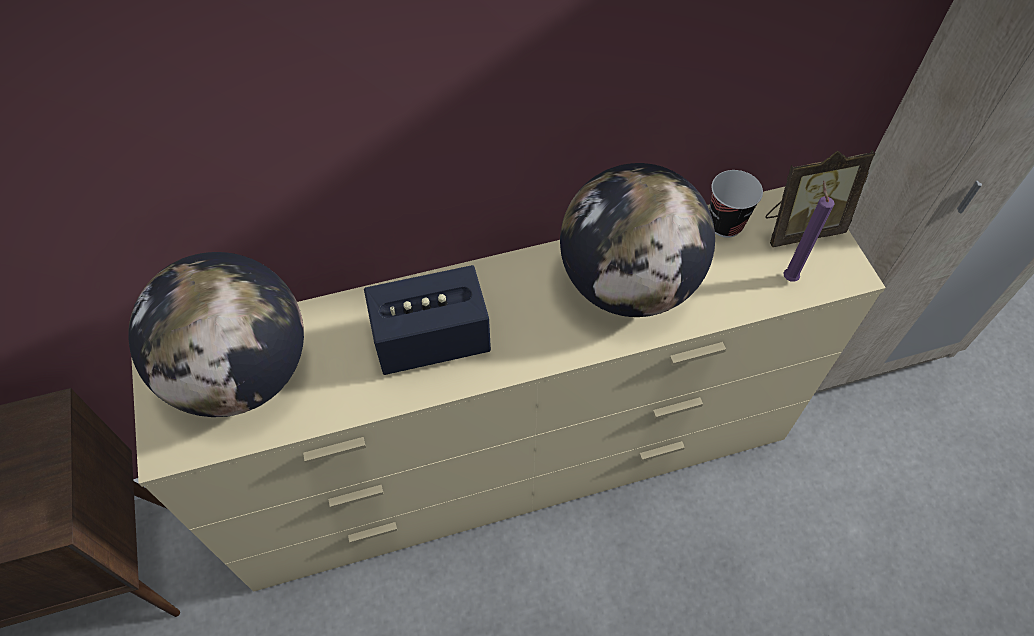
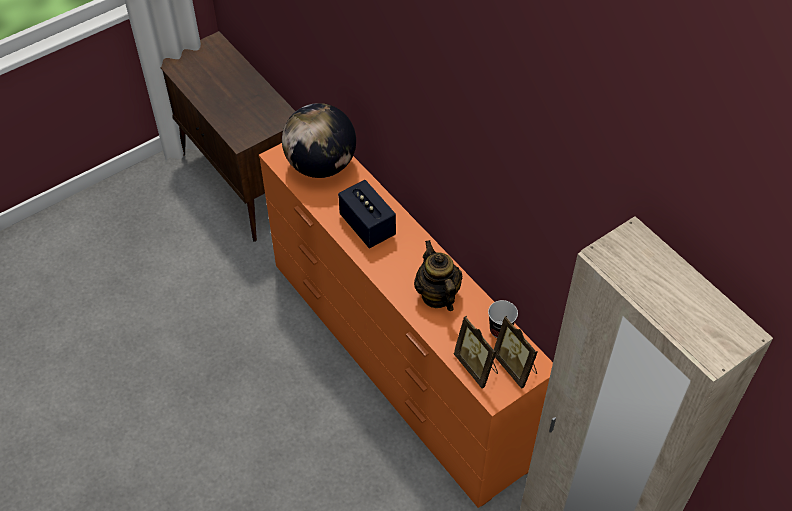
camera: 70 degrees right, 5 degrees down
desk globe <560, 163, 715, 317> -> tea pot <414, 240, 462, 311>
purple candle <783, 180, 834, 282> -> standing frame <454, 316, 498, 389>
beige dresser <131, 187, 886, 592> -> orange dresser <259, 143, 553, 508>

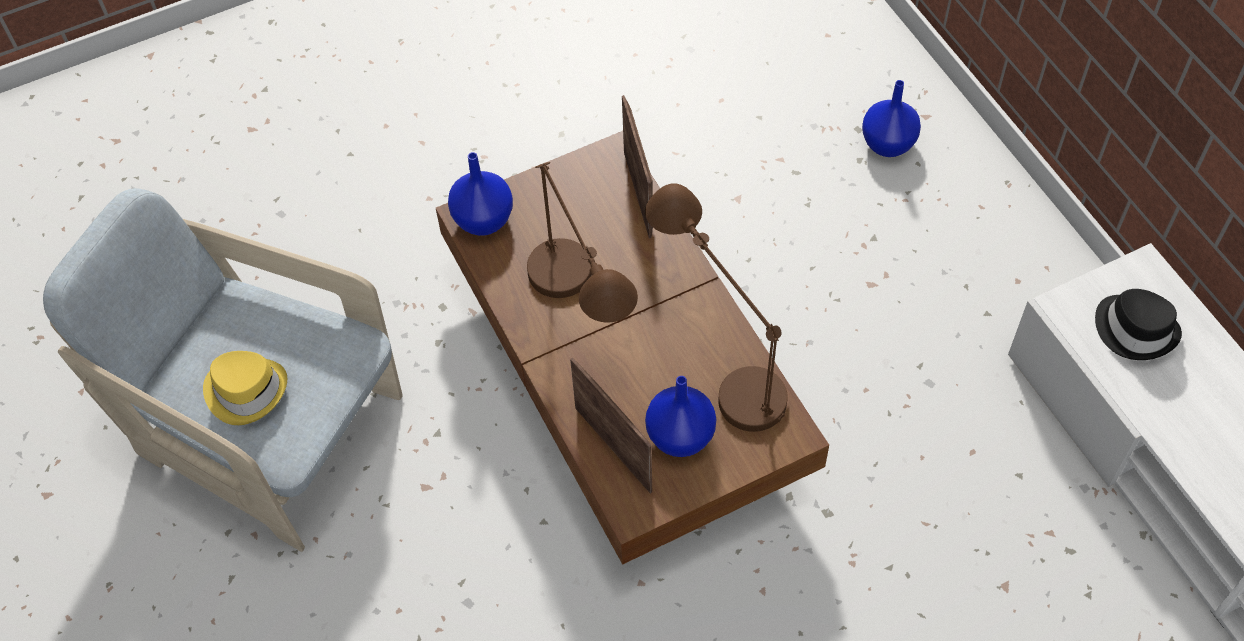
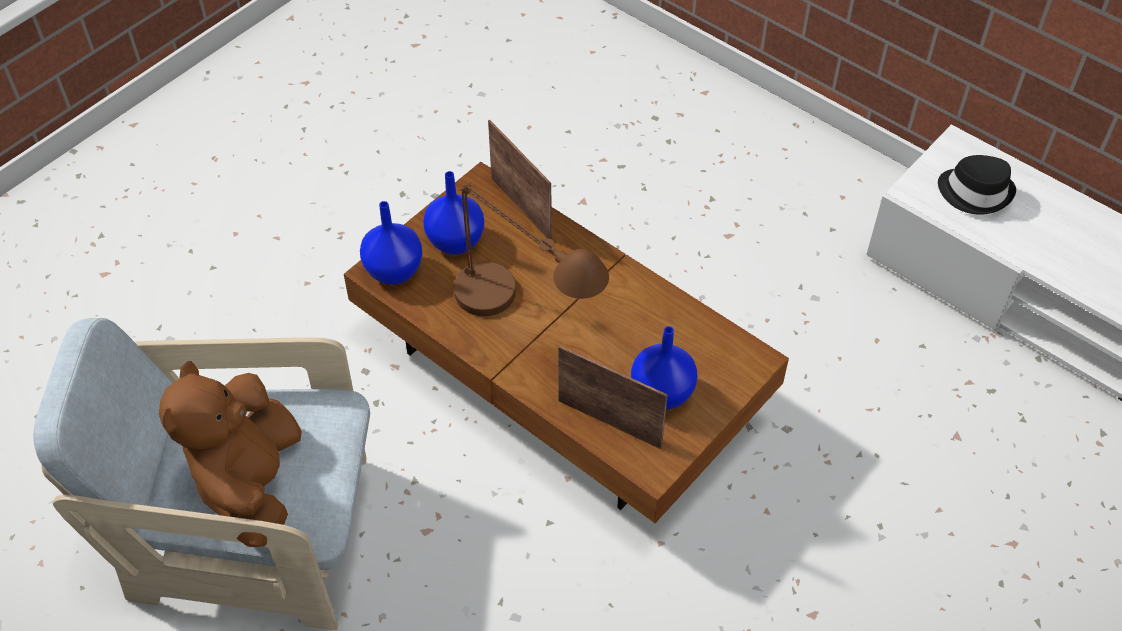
camera: 25 degrees left, 5 degrees down
blue-coloured vase <862, 80, 921, 157> -> blue-coloured vase <423, 171, 485, 255>, relocated
brownish table lamp <645, 183, 788, 432> -> none
yellowish clothing hat <203, 351, 287, 425> -> brownish soft toy <159, 361, 302, 547>

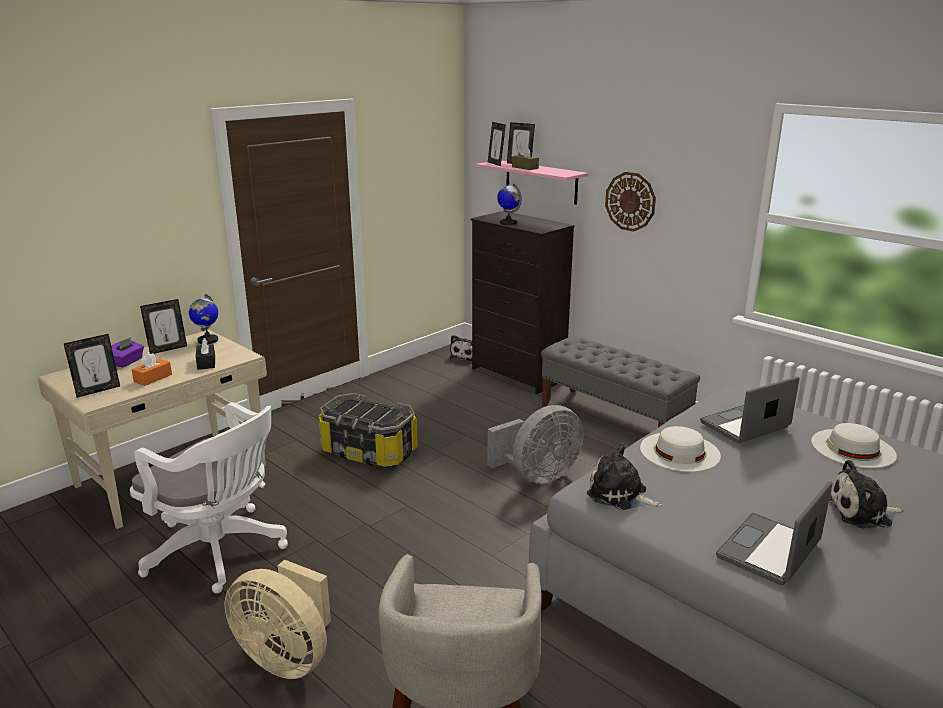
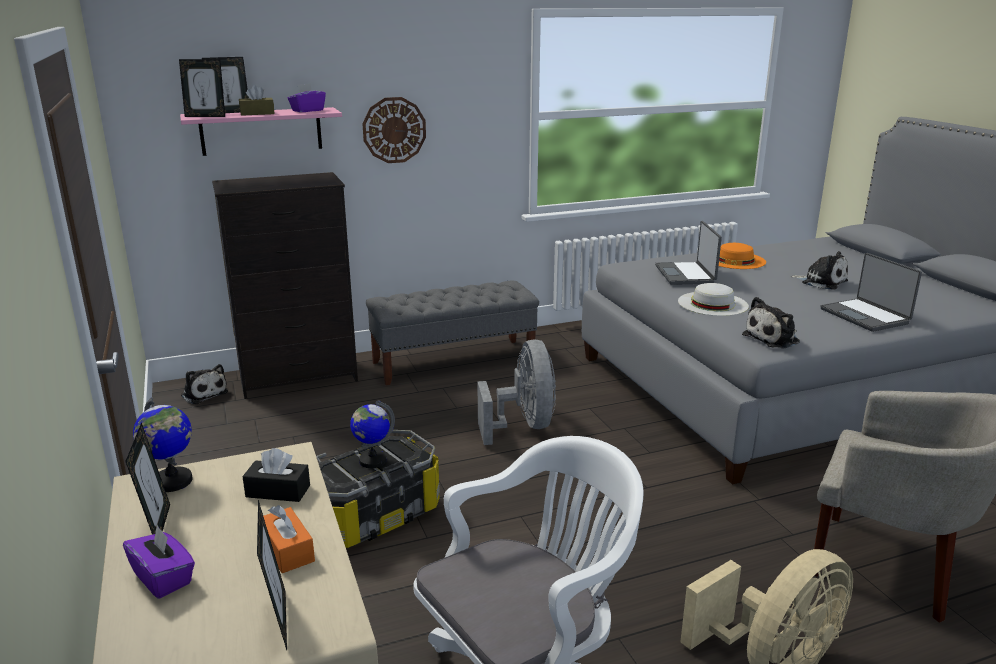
camera: 65 degrees left, 0 degrees up
desk globe <497, 183, 522, 225> -> desk globe <350, 401, 395, 468>, relocated
white clothing hat <811, 423, 897, 468> -> orange clothing hat <719, 243, 766, 269>
soft toy <829, 460, 904, 528> -> soft toy <790, 251, 848, 290>, 75 degrees counterclockwise
none -> purple tissue holder <288, 83, 326, 112>

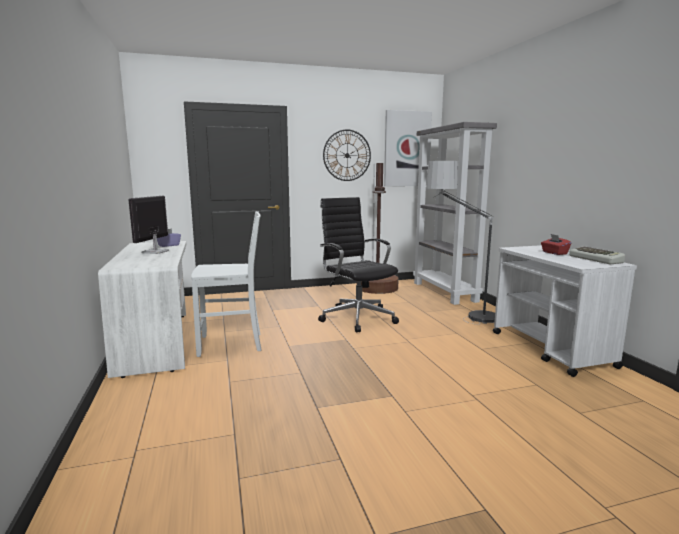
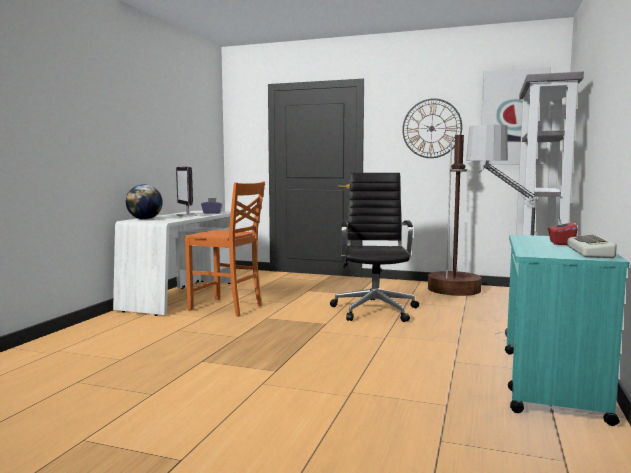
camera: 35 degrees right, 5 degrees down
monitor <128, 196, 169, 254> -> monitor <176, 167, 197, 217>, 75 degrees counterclockwise
white chair <191, 211, 261, 357> -> orange chair <185, 181, 265, 317>
white wheeled cart <493, 245, 637, 377> -> blue-green wheeled cart <505, 235, 629, 426>
none -> desk globe <126, 184, 163, 220>

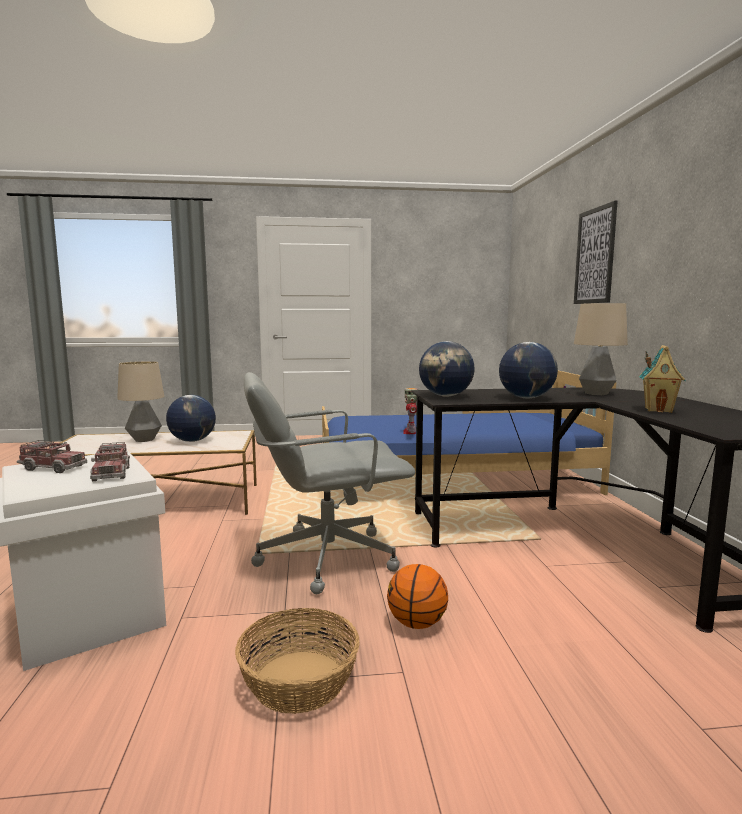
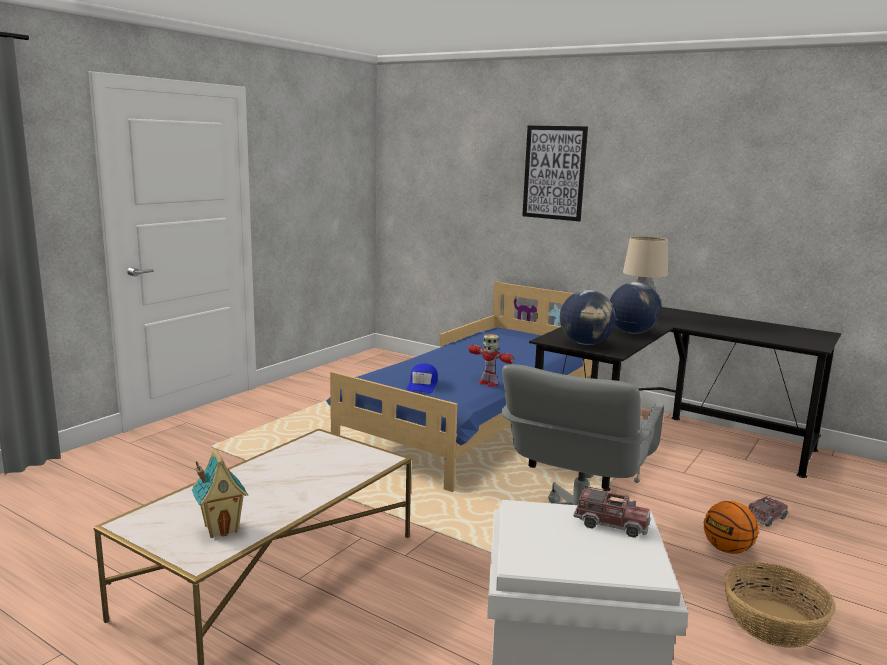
camera: 50 degrees left, 5 degrees up
model house <639, 345, 686, 413> -> model house <192, 449, 248, 538>, relocated
table lamp <117, 361, 164, 442> -> none
desk globe <166, 395, 216, 442> -> none
toy lorry <17, 440, 87, 473> -> toy lorry <748, 496, 789, 527>, relocated
none -> blue-coloured baseball cap <407, 364, 438, 393>

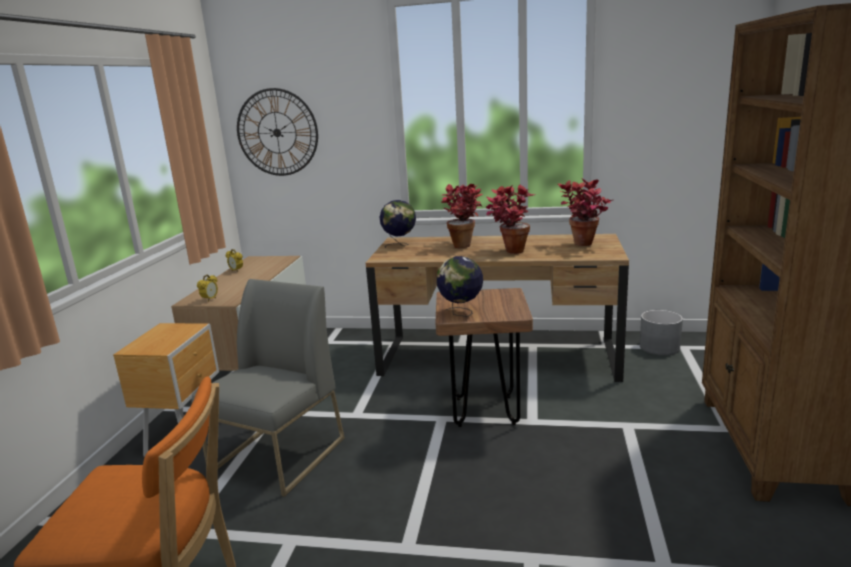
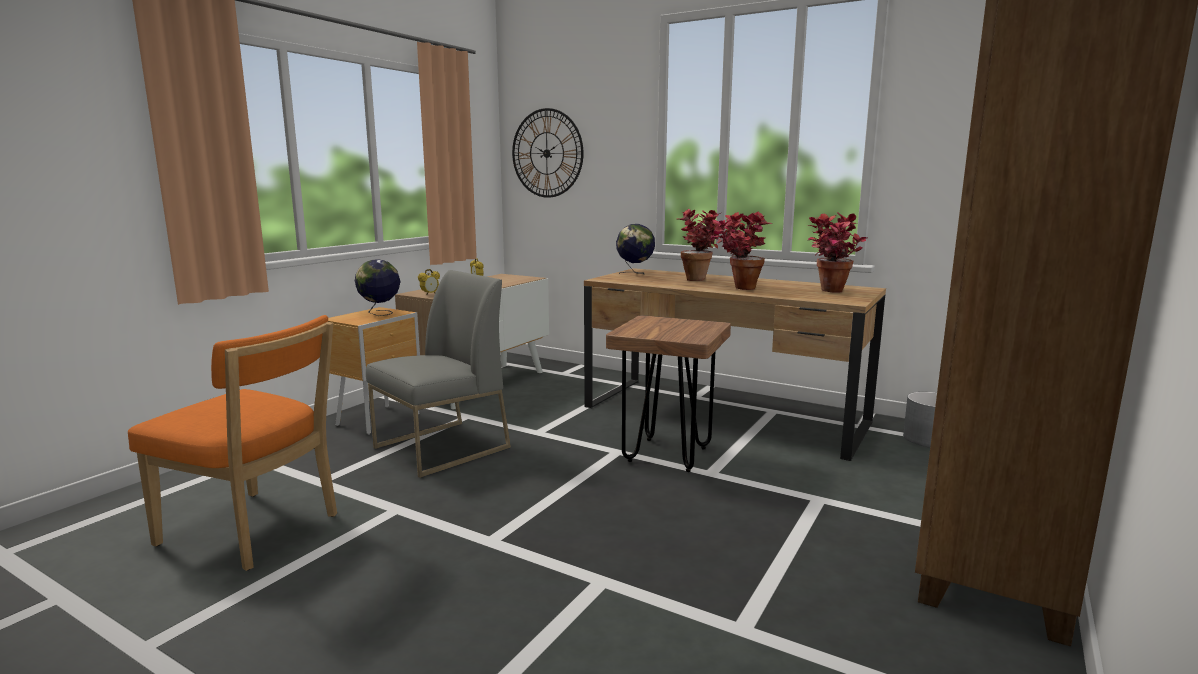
camera: 20 degrees right, 5 degrees down
desk globe <436, 256, 483, 317> -> desk globe <355, 259, 401, 316>, relocated

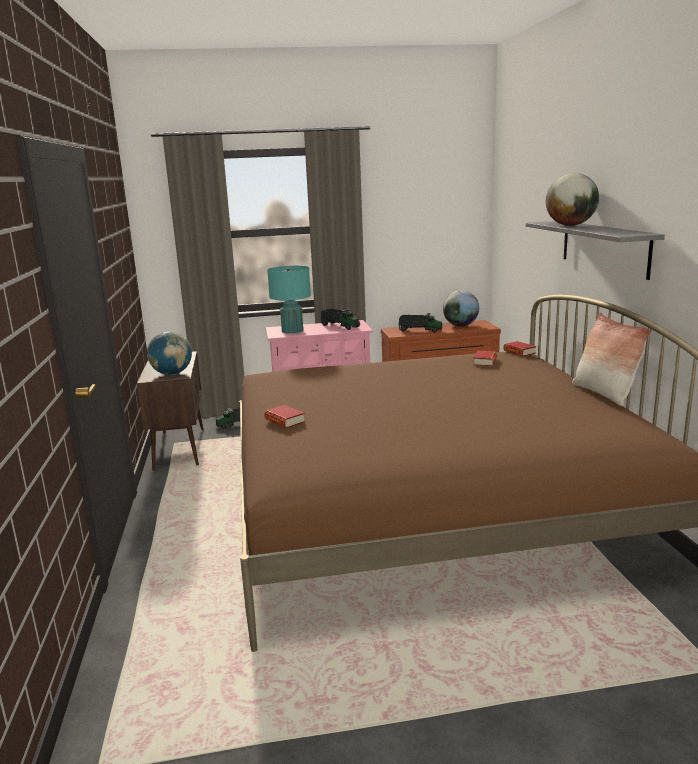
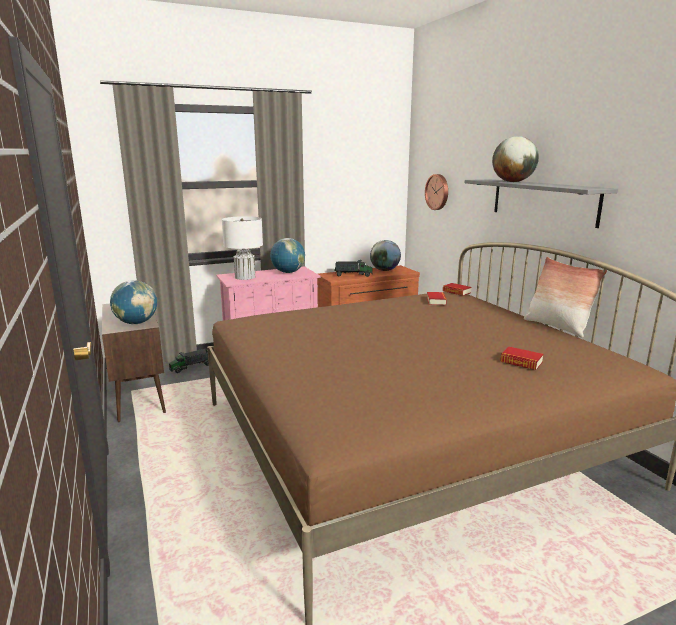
camera: 15 degrees left, 0 degrees up
blue-green table lamp <267, 266, 311, 333> -> white table lamp <222, 216, 263, 280>
toy lorry <320, 308, 360, 330> -> desk globe <270, 238, 305, 273>
volume <264, 405, 305, 428> -> volume <500, 347, 543, 370>, relocated
none -> clock on the wall <425, 174, 448, 210>

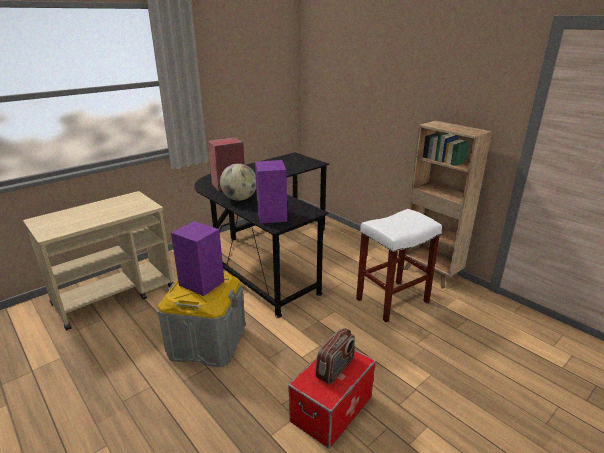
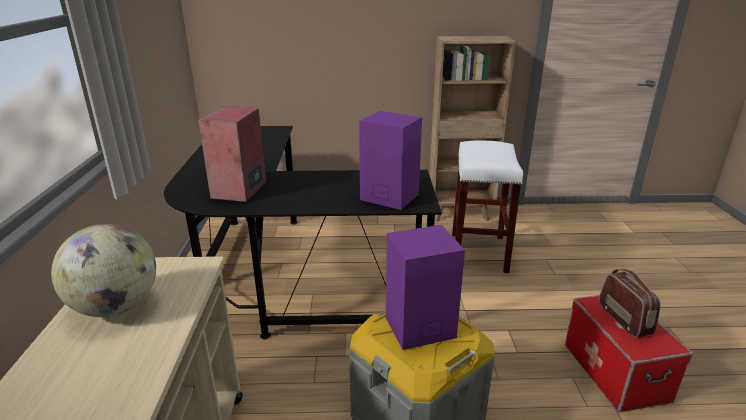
camera: 50 degrees left, 0 degrees up
desk globe <220, 163, 256, 201> -> desk globe <51, 224, 156, 317>, relocated

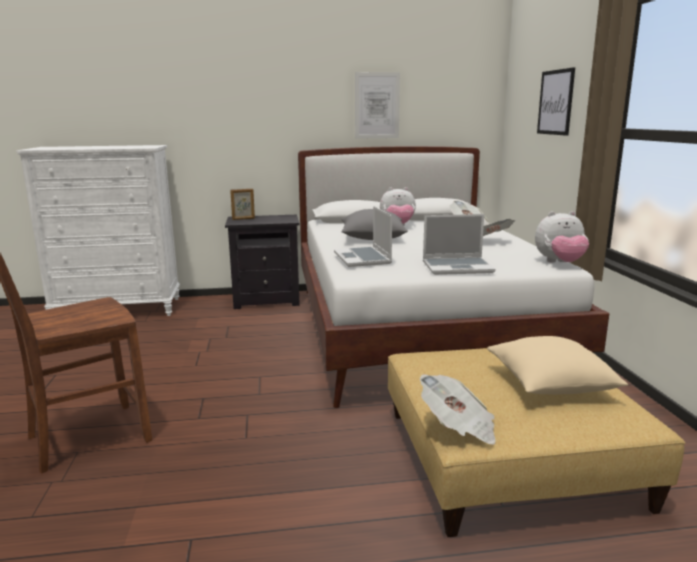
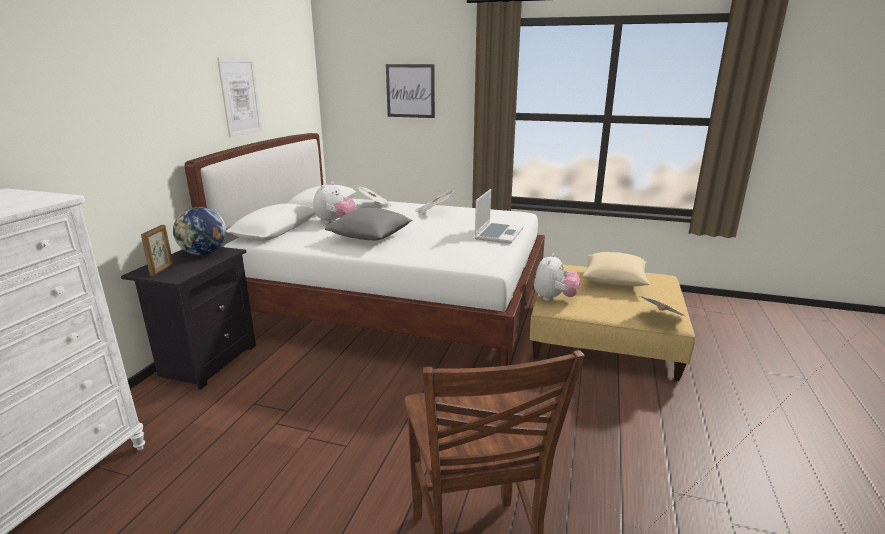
camera: 65 degrees left, 5 degrees up
laptop <334, 206, 392, 267> -> none
soft toy <535, 211, 589, 263> -> soft toy <534, 253, 580, 301>, relocated
none -> desk globe <173, 207, 226, 255>

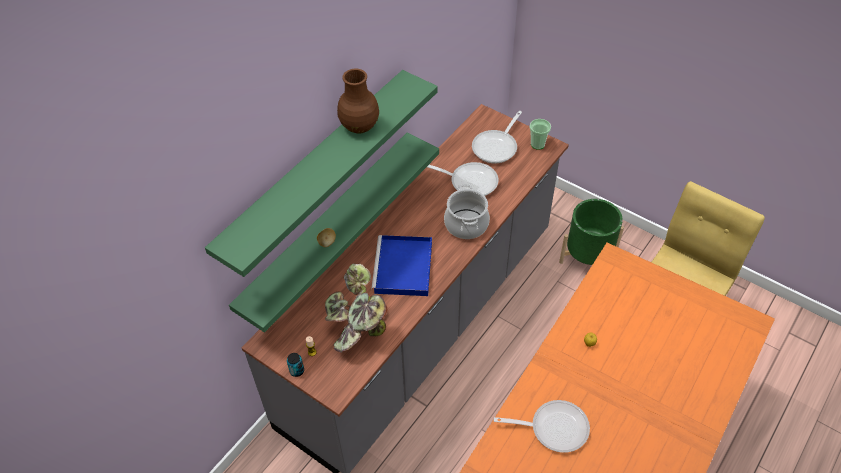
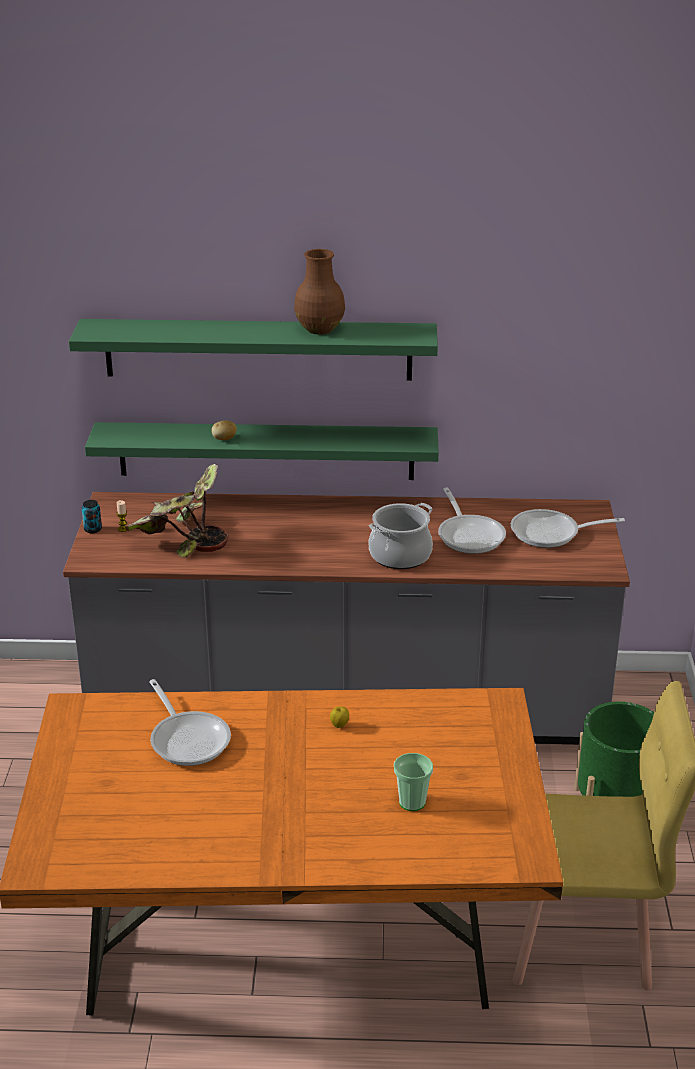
camera: 55 degrees right, 20 degrees down
drinking cup <530, 119, 551, 150> -> drinking cup <394, 753, 433, 811>, relocated
blue-coloured serving tray <371, 235, 432, 296> -> none

